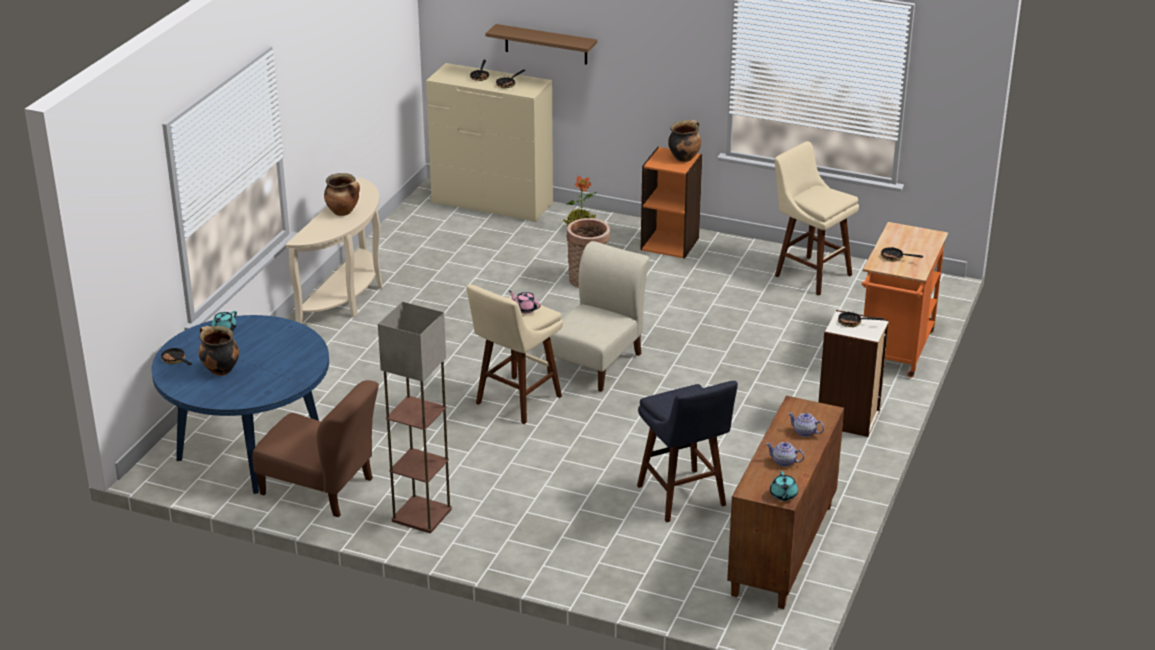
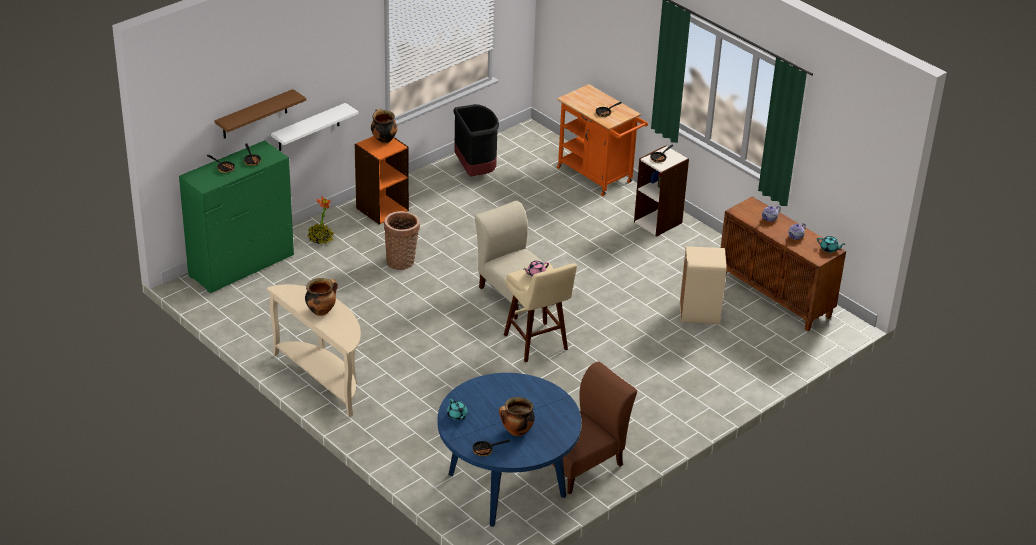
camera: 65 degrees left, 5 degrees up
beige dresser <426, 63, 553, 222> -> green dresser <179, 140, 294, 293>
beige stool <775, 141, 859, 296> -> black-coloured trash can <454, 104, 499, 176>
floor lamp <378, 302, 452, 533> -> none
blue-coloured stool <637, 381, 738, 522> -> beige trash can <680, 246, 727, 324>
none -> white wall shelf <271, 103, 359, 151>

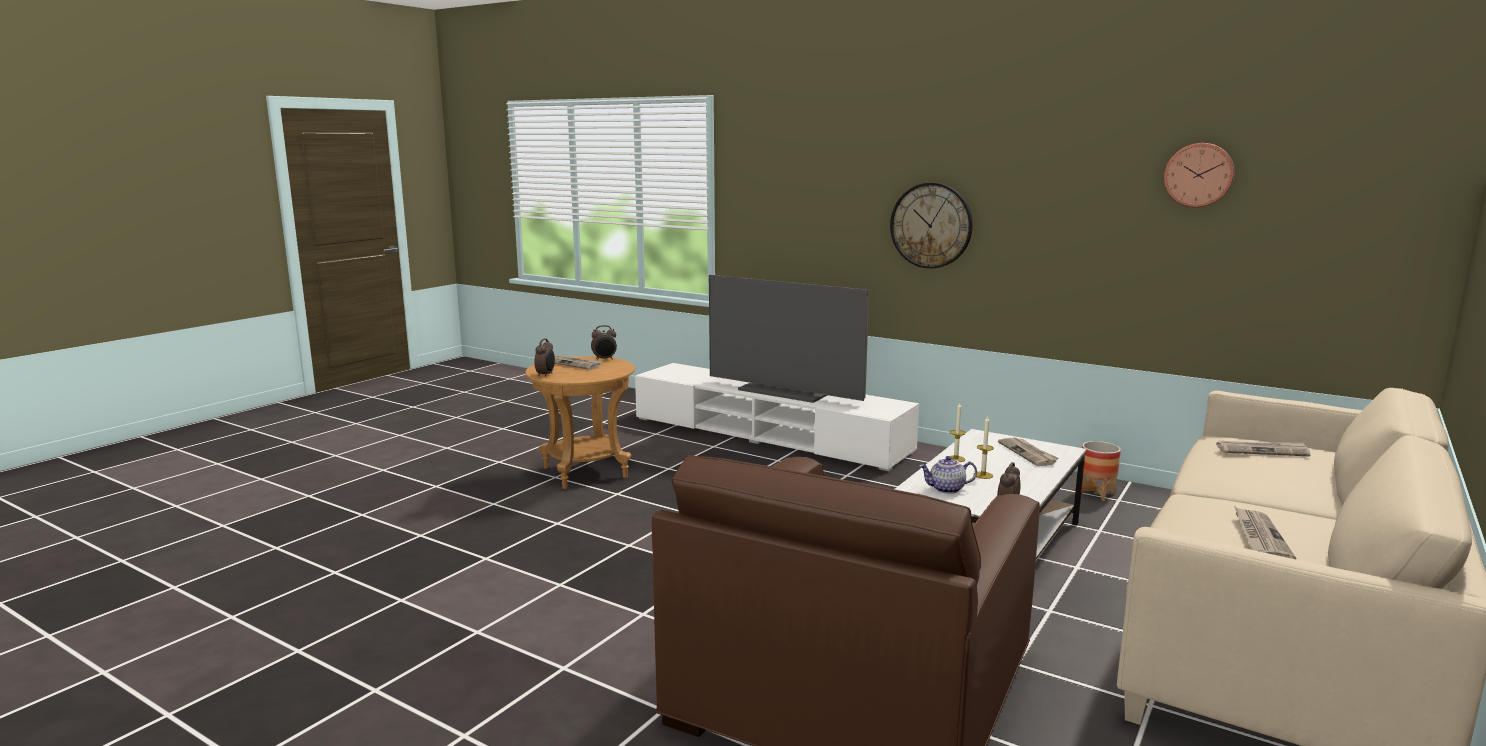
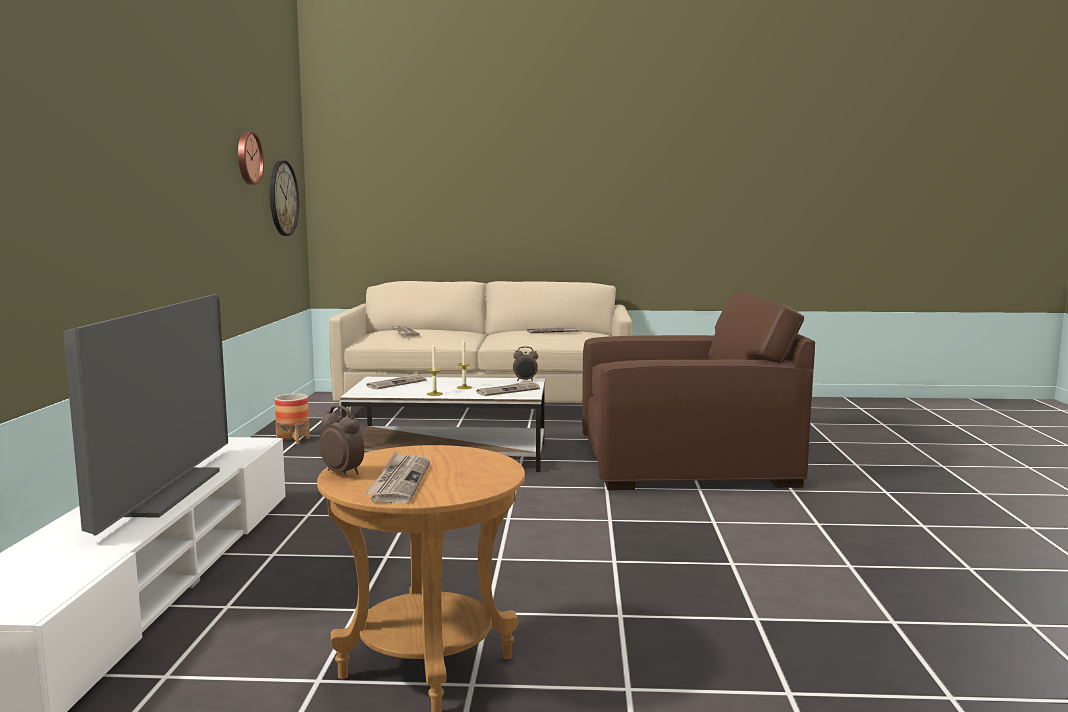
camera: 120 degrees left, 5 degrees down
clock on the wall <890, 182, 973, 268> -> clock on the wall <270, 161, 299, 236>, relocated
alarm clock <534, 338, 555, 377> -> none
tea pot <919, 456, 977, 494> -> daily paper <476, 380, 540, 396>

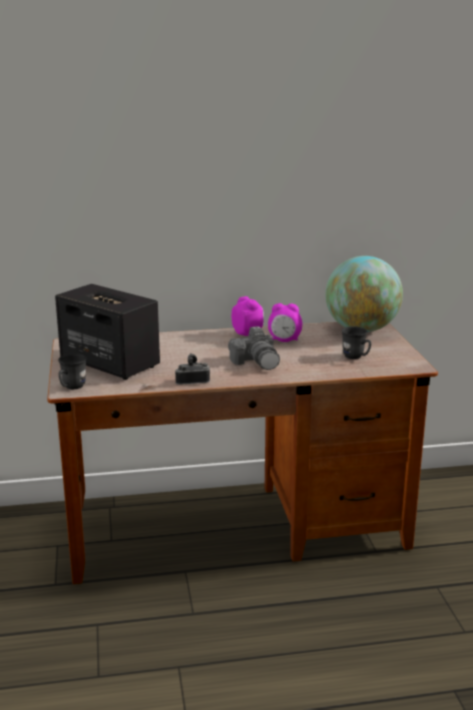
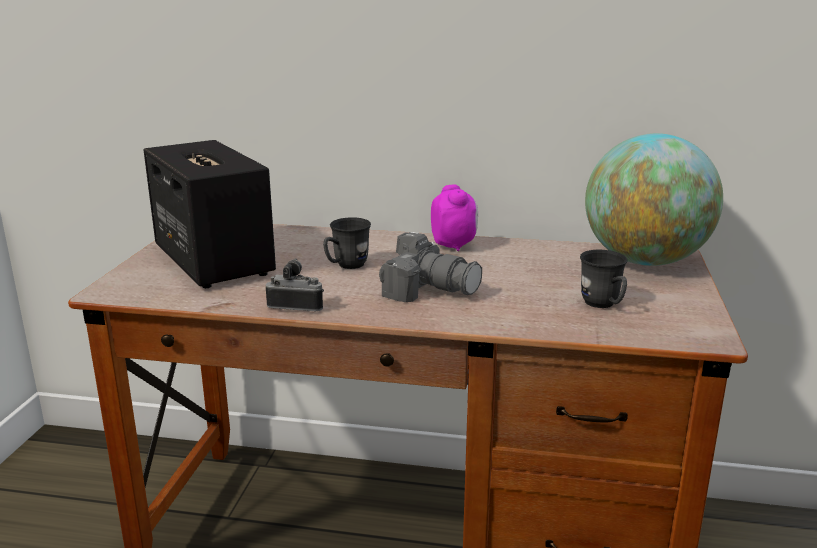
camera: 20 degrees right, 0 degrees up
alarm clock <268, 303, 302, 342> -> none
still camera <228, 326, 280, 370> -> still camera <379, 232, 482, 302>, 60 degrees counterclockwise
grey tea mug <58, 354, 87, 389> -> grey tea mug <323, 217, 371, 269>, relocated

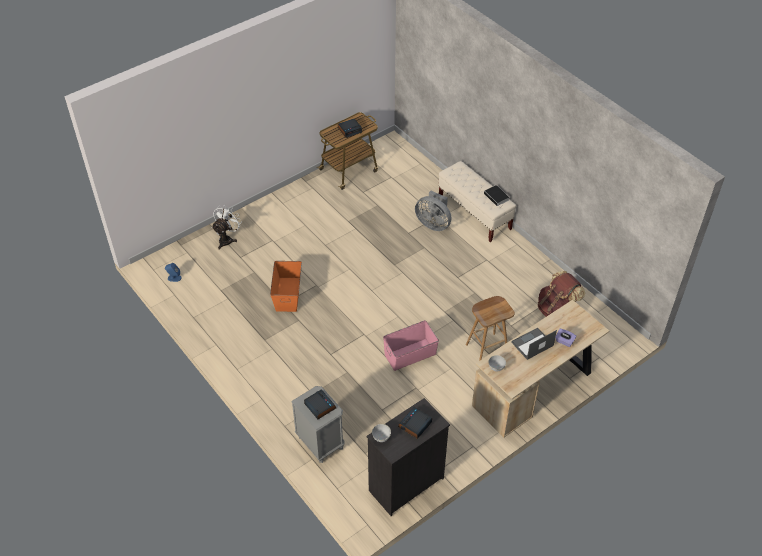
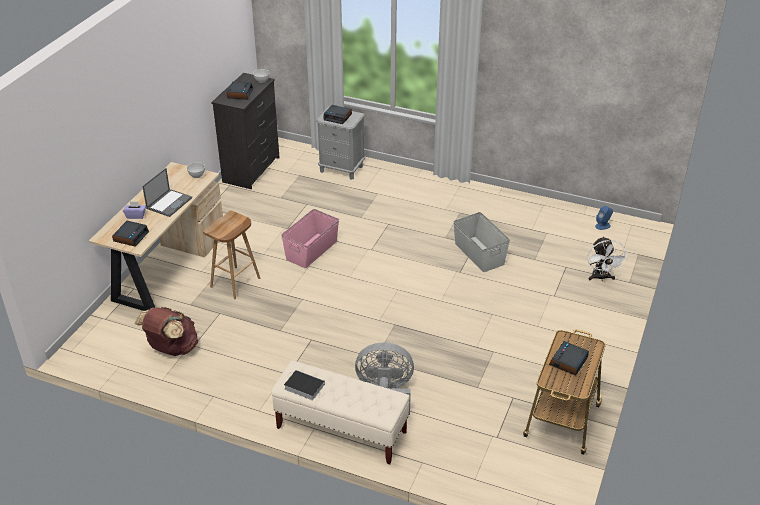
camera: 150 degrees right, 10 degrees down
orange storage box <270, 261, 302, 312> -> grey storage box <453, 212, 510, 272>
none -> alarm clock <112, 221, 149, 247>

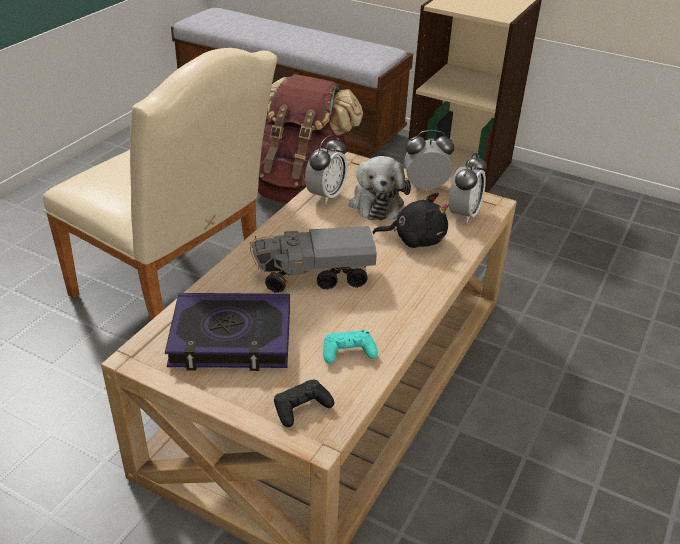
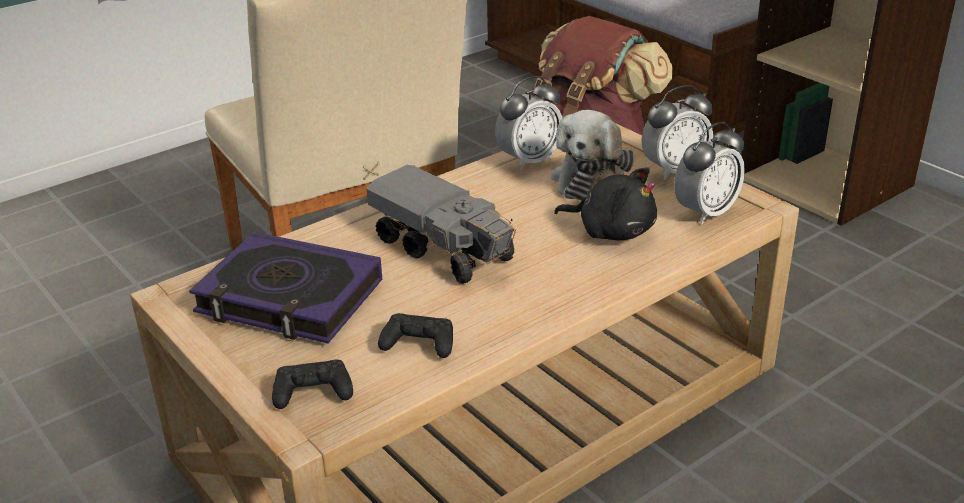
camera: 25 degrees right, 5 degrees down
alarm clock <405, 130, 454, 191> -> alarm clock <641, 85, 713, 180>, 135 degrees clockwise
toy lorry <250, 226, 377, 293> -> toy lorry <366, 165, 516, 284>, 150 degrees counterclockwise
blue-green game controller <323, 330, 378, 364> -> black-coloured game controller <378, 313, 453, 358>

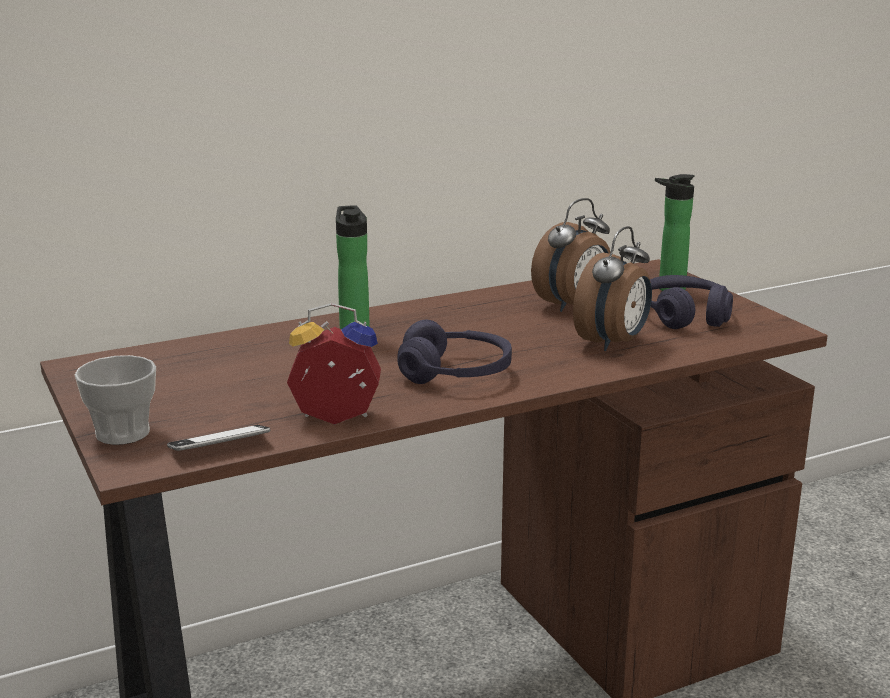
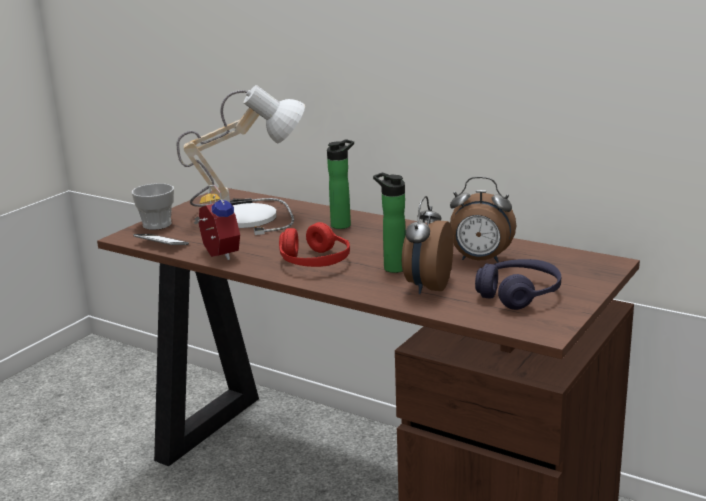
camera: 60 degrees right, 0 degrees up
bottle <655, 174, 695, 291> -> bottle <373, 173, 406, 273>, relocated
alarm clock <573, 226, 652, 351> -> alarm clock <402, 196, 453, 294>, 105 degrees clockwise
purple headphones <398, 320, 512, 384> -> red headphones <279, 222, 350, 267>
none -> table lamp <177, 85, 305, 235>

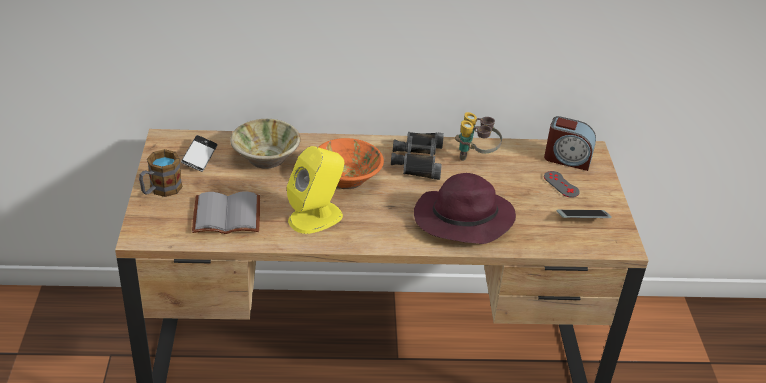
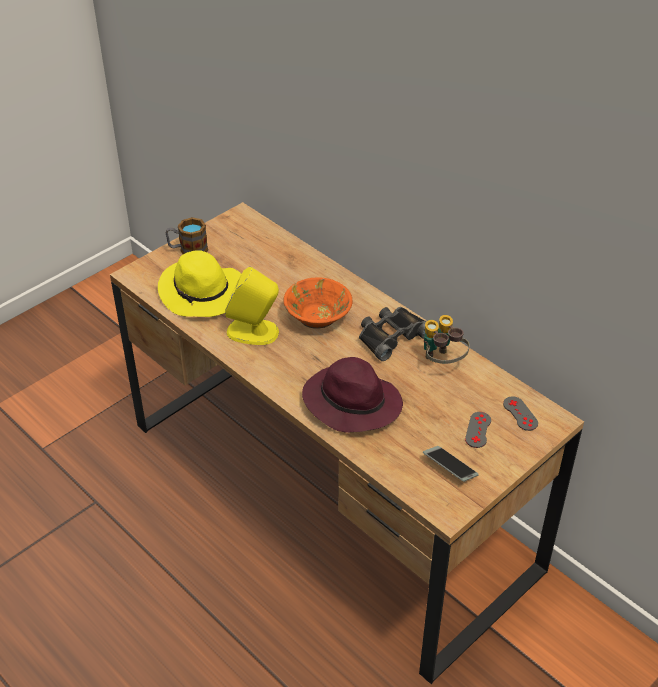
camera: 50 degrees right, 5 degrees up
alarm clock <544, 116, 596, 171> -> grey game controller <503, 396, 538, 431>
beige bowl <230, 119, 301, 169> -> none
handset <181, 135, 217, 172> -> none
grey volume <192, 191, 260, 234> -> yellowish clothing hat <158, 250, 241, 317>

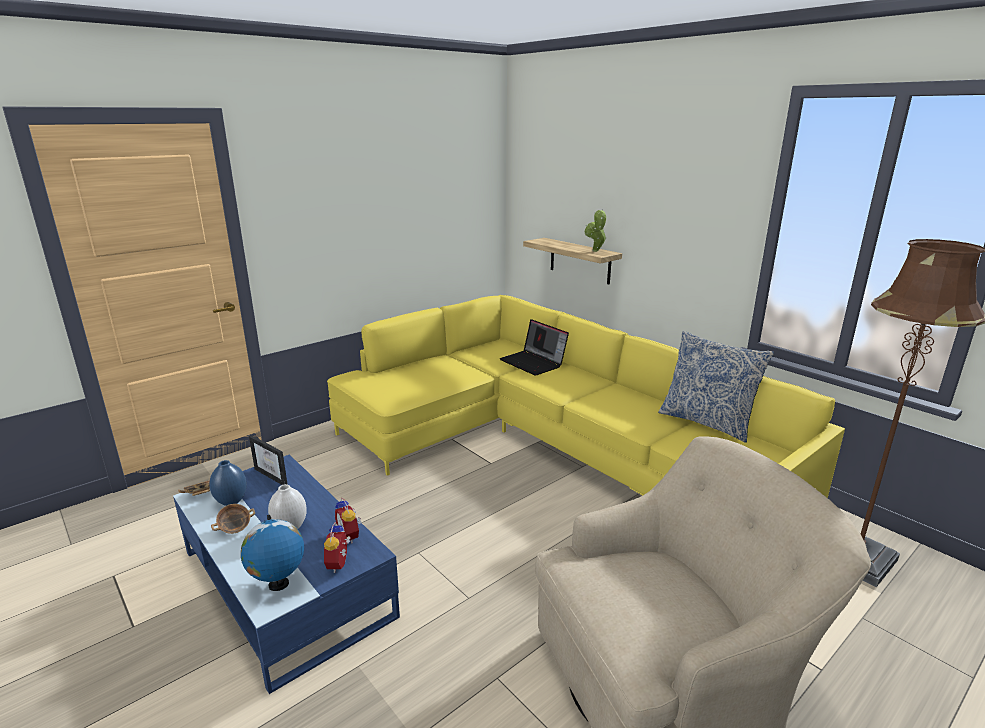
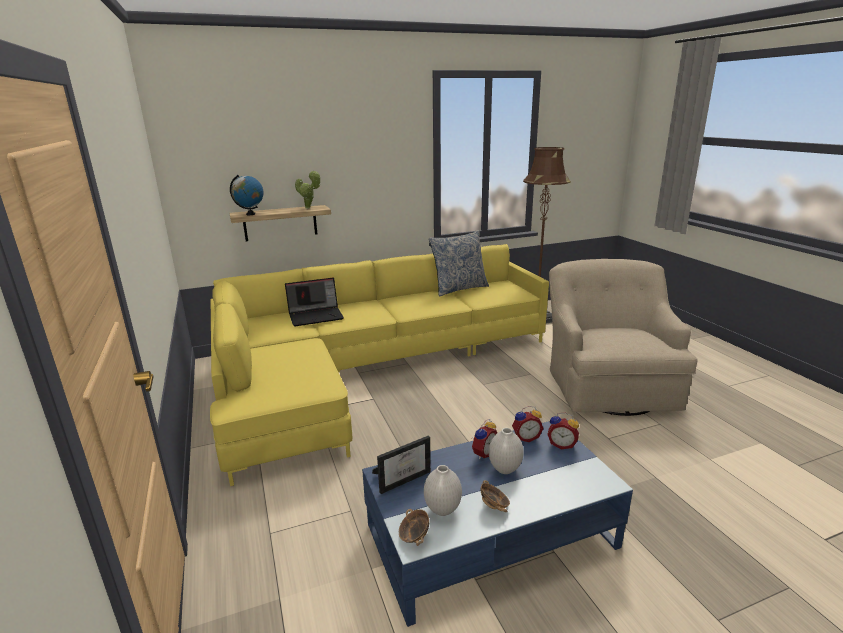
camera: 70 degrees left, 0 degrees up
blue-coloured vase <209, 460, 247, 506> -> white vase <424, 465, 462, 516>
desk globe <241, 515, 304, 591> -> desk globe <230, 175, 264, 215>, relocated
none -> alarm clock <472, 419, 497, 459>

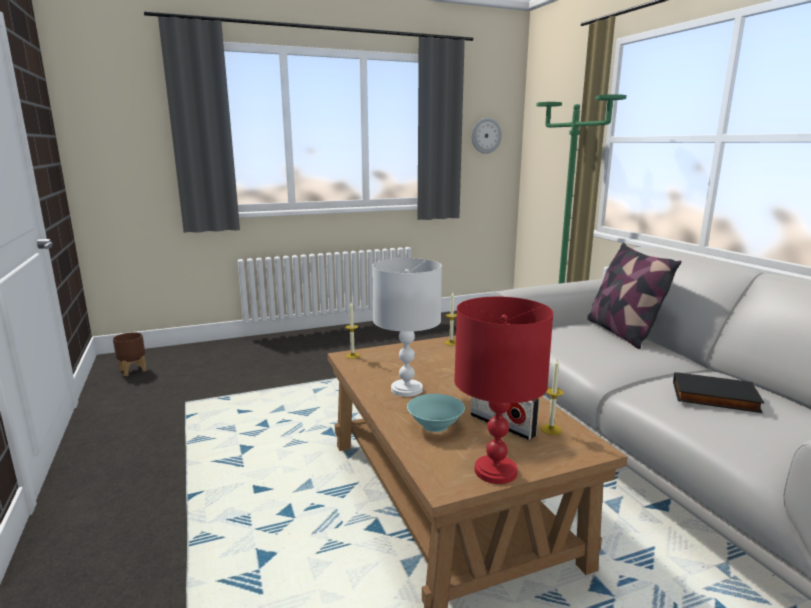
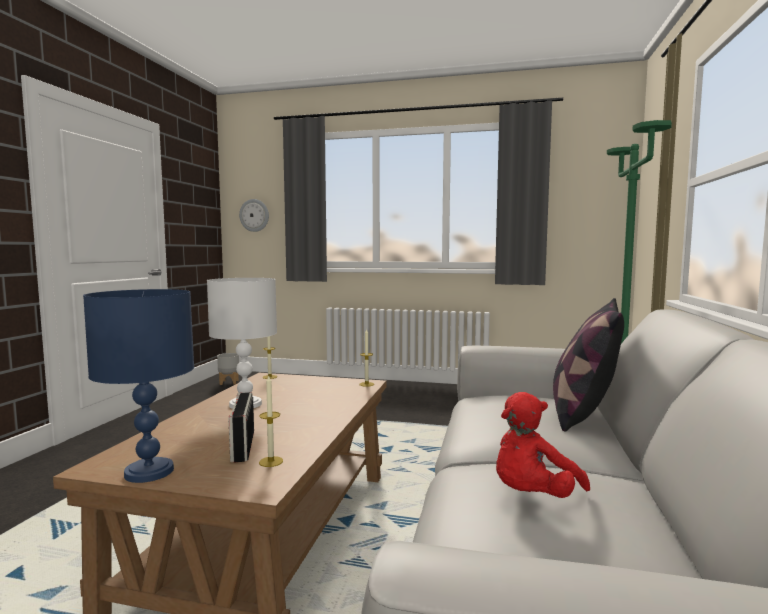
camera: 35 degrees right, 10 degrees down
clock on the wall <472, 118, 502, 154> -> clock on the wall <239, 199, 269, 232>, relocated
red table lamp <454, 297, 554, 484> -> blue-coloured table lamp <83, 289, 194, 483>
brownish plant pot <113, 332, 146, 376> -> grey plant pot <217, 353, 239, 385>
black-coloured volume <673, 372, 764, 413> -> red soft toy <496, 392, 590, 498>
blue-green bowl <407, 394, 465, 432> -> none

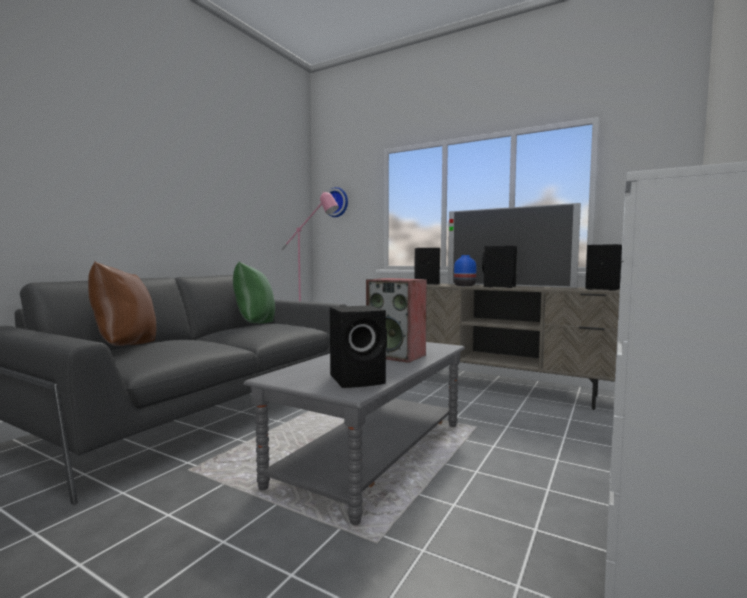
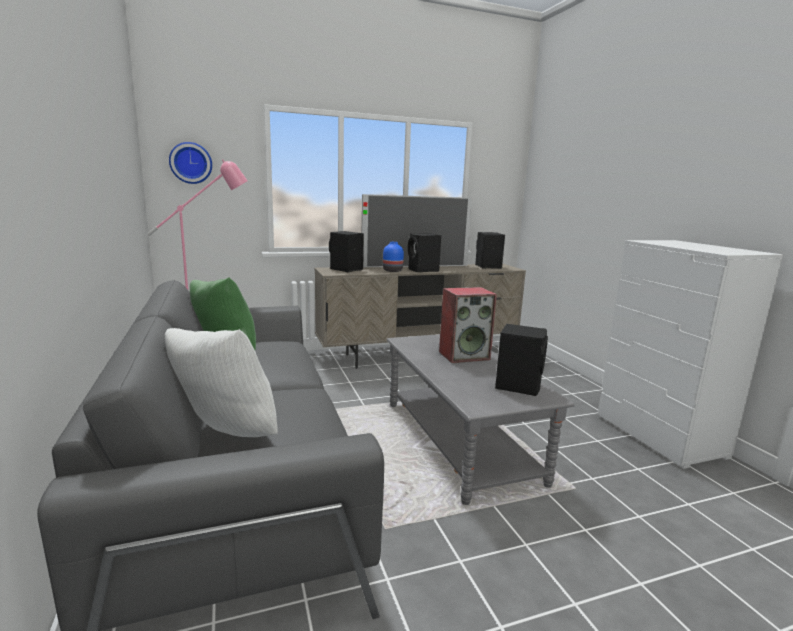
camera: 50 degrees left, 10 degrees up
brownish throw pillow <88, 261, 156, 346> -> white throw pillow <165, 328, 278, 437>

